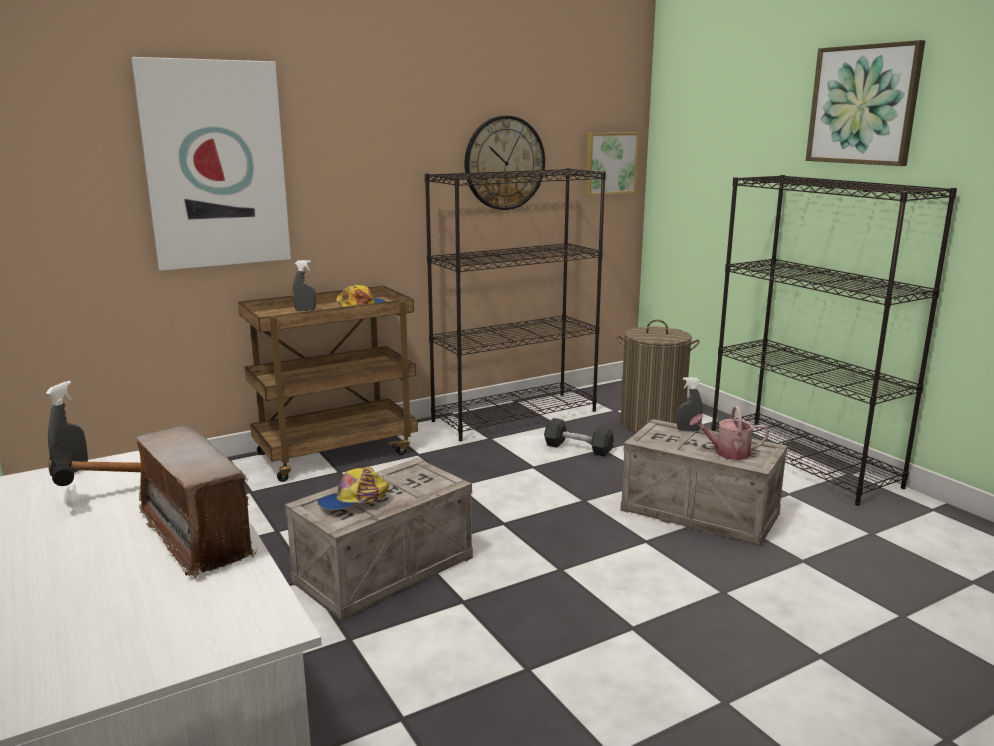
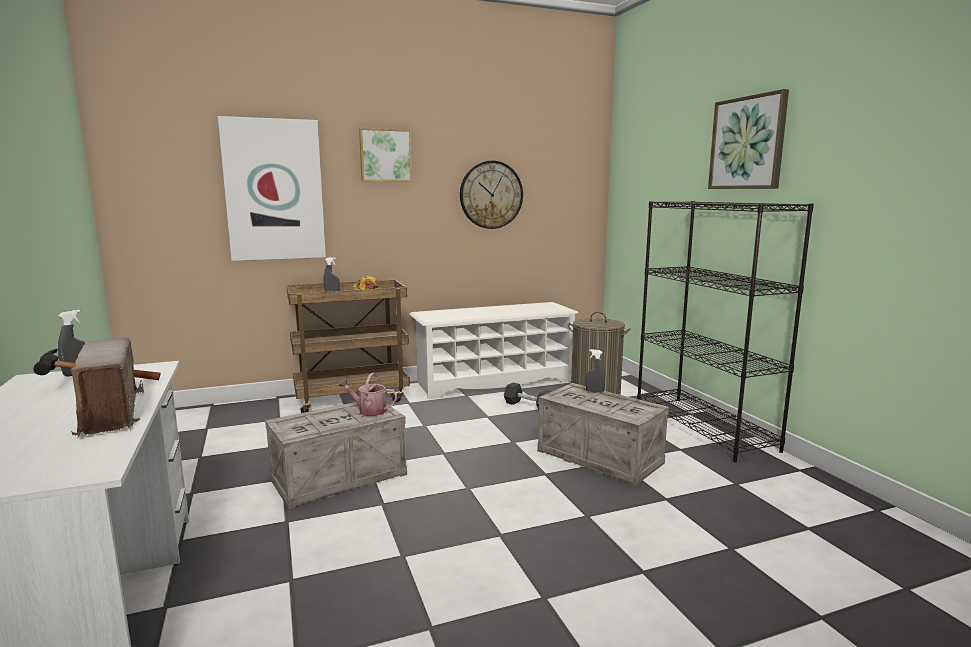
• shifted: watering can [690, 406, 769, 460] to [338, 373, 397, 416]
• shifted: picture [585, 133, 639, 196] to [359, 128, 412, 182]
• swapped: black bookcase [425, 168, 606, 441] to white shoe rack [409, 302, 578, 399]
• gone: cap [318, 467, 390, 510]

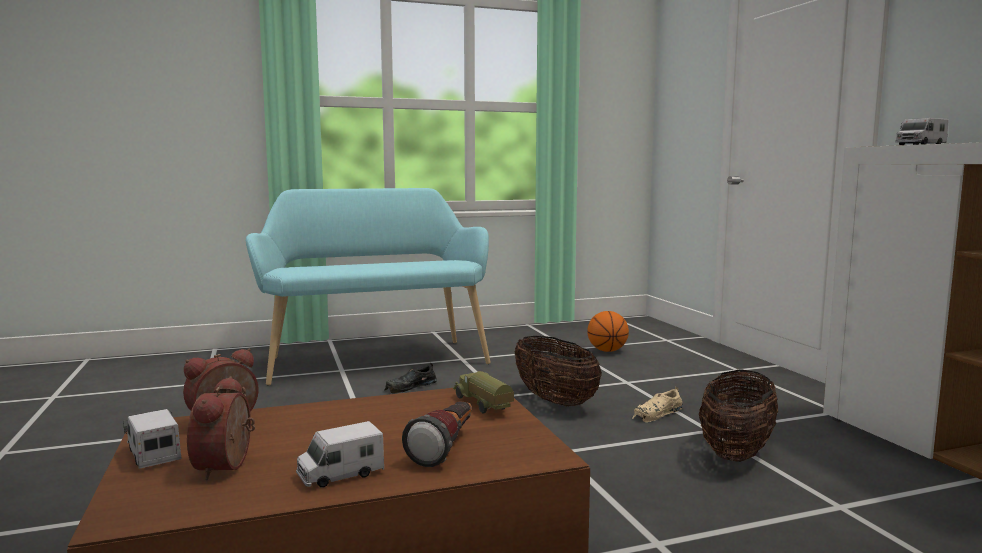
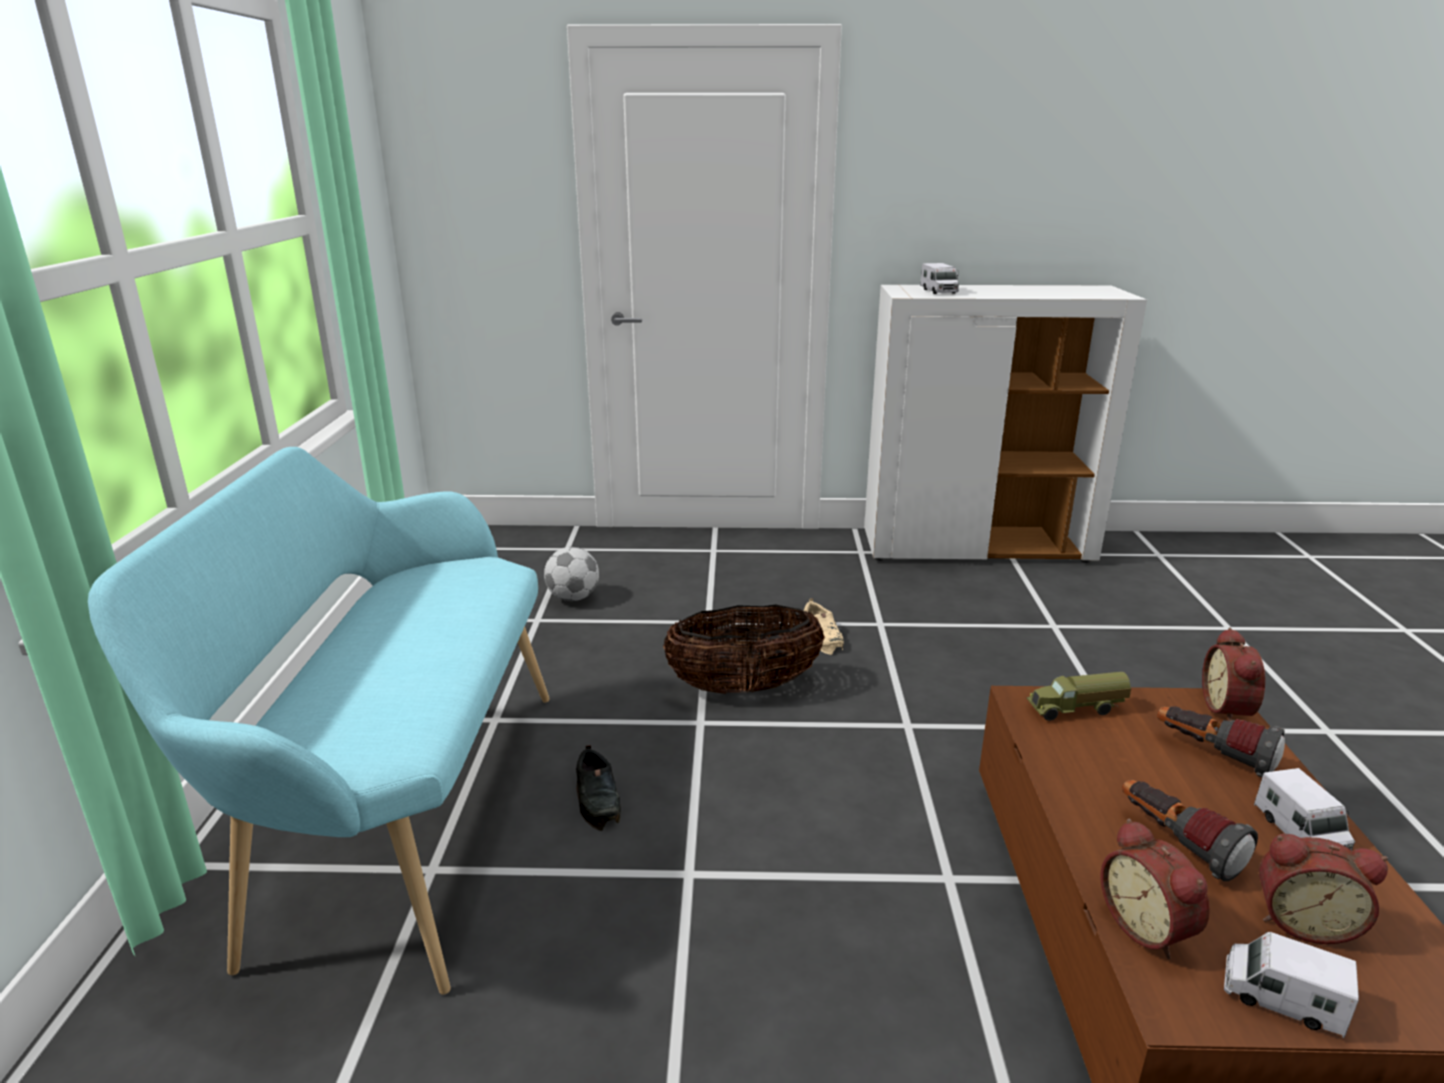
• swapped: basketball [587, 311, 629, 352] to football [544, 547, 599, 601]
• new: flashlight [1122, 780, 1258, 881]
• new: alarm clock [1202, 627, 1265, 722]
• rotated: toy truck [123, 409, 181, 469] = [1224, 932, 1359, 1038] 45 degrees clockwise
• gone: basket [699, 369, 778, 462]

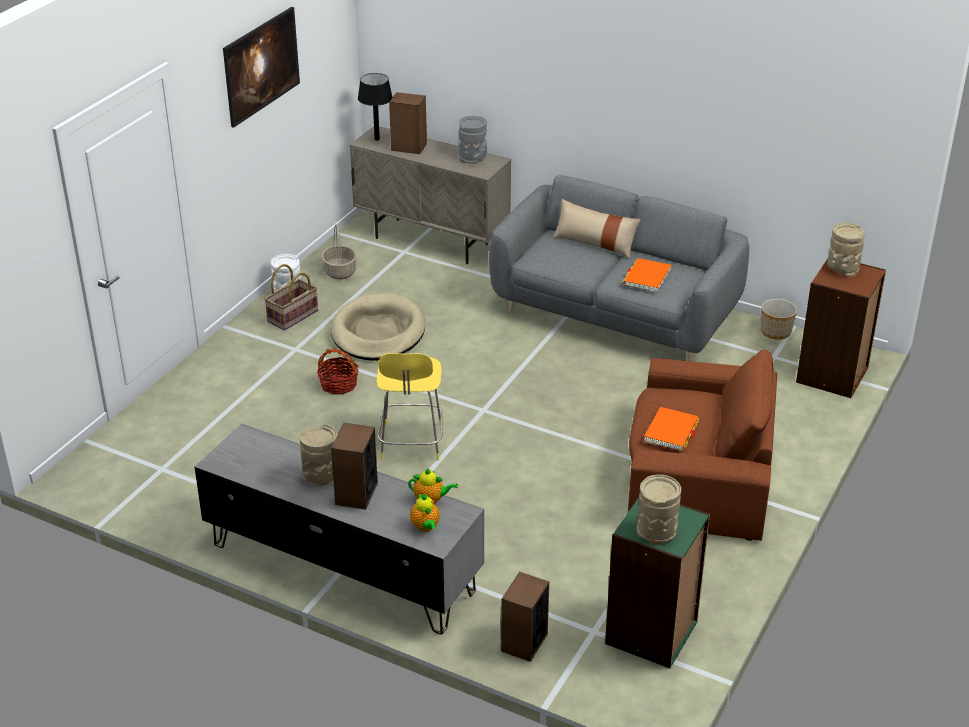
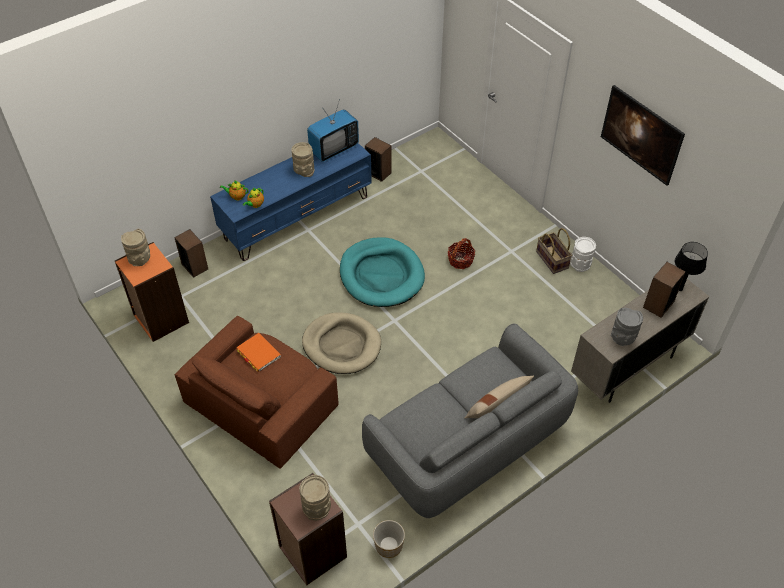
• repainted: green bookcase [605, 497, 710, 668] to orange bookcase [115, 242, 189, 342]
• repainted: grey tv stand [195, 424, 484, 635] to blue tv stand [210, 143, 372, 261]
• shifted: beige dog bed [331, 293, 426, 361] to [302, 312, 381, 374]
• new: television [307, 99, 359, 162]
• swapped: yellow stool [377, 353, 443, 460] to turquoise dog bed [340, 237, 425, 307]
• shifted: speaker [331, 423, 378, 510] to [365, 137, 392, 182]
• gone: basket [321, 225, 357, 280]
• gone: orange book [623, 258, 671, 293]

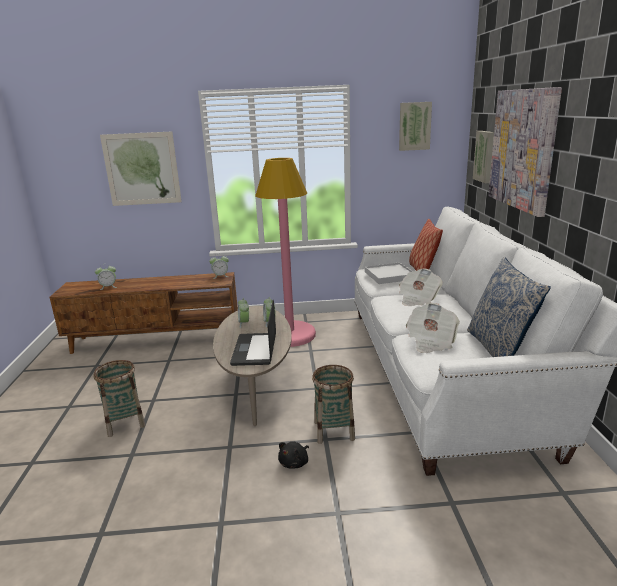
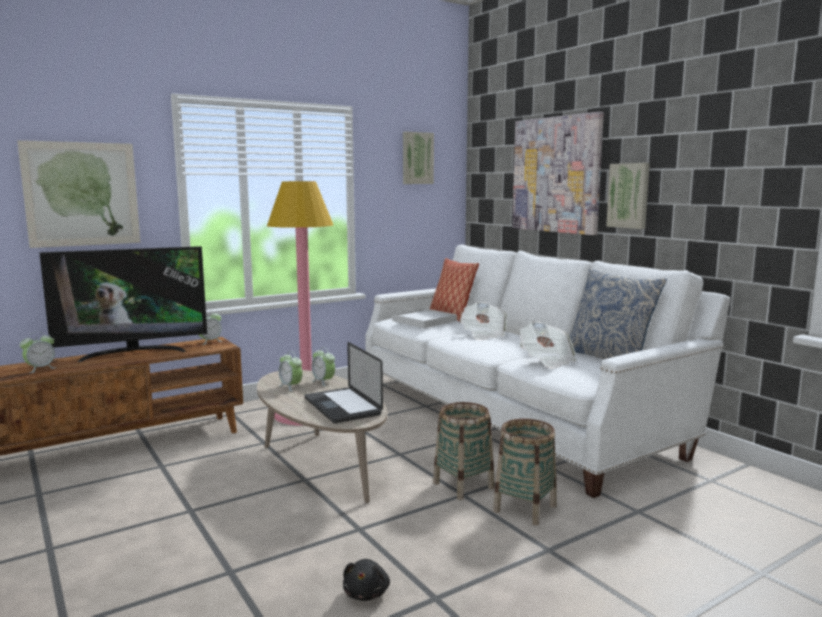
• new: television [40, 246, 207, 362]
• shifted: black plush toy [278, 442, 309, 469] to [343, 559, 390, 601]
• shifted: basket [93, 360, 145, 437] to [493, 419, 557, 525]
• shifted: picture [473, 131, 494, 183] to [606, 163, 650, 229]

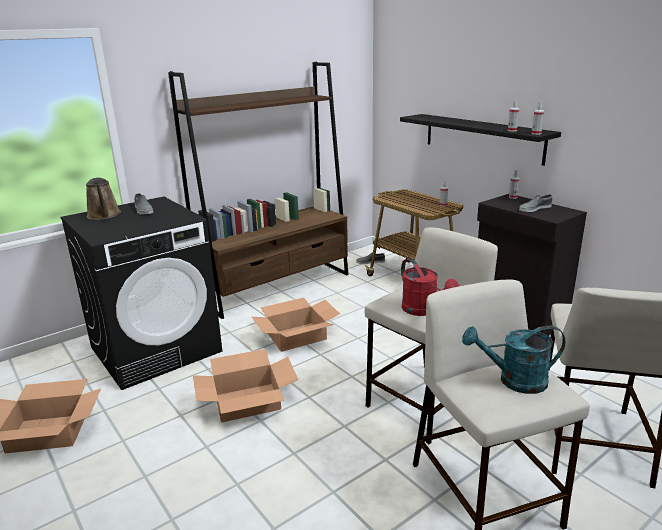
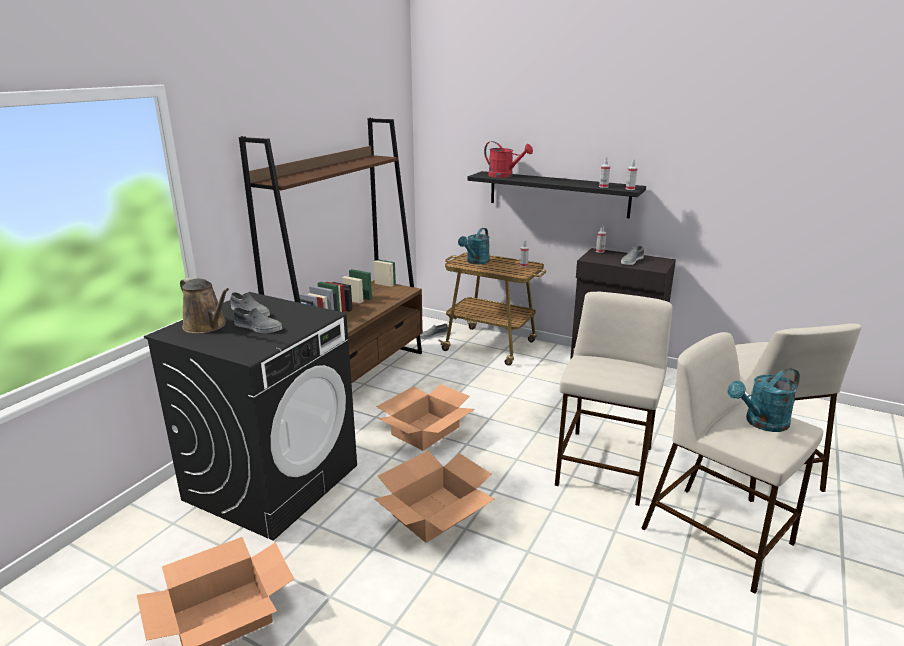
• new: grey shoe [233, 308, 282, 333]
• new: turquoise watering can [458, 228, 490, 264]
• shifted: red watering can [401, 258, 459, 316] to [484, 141, 533, 178]

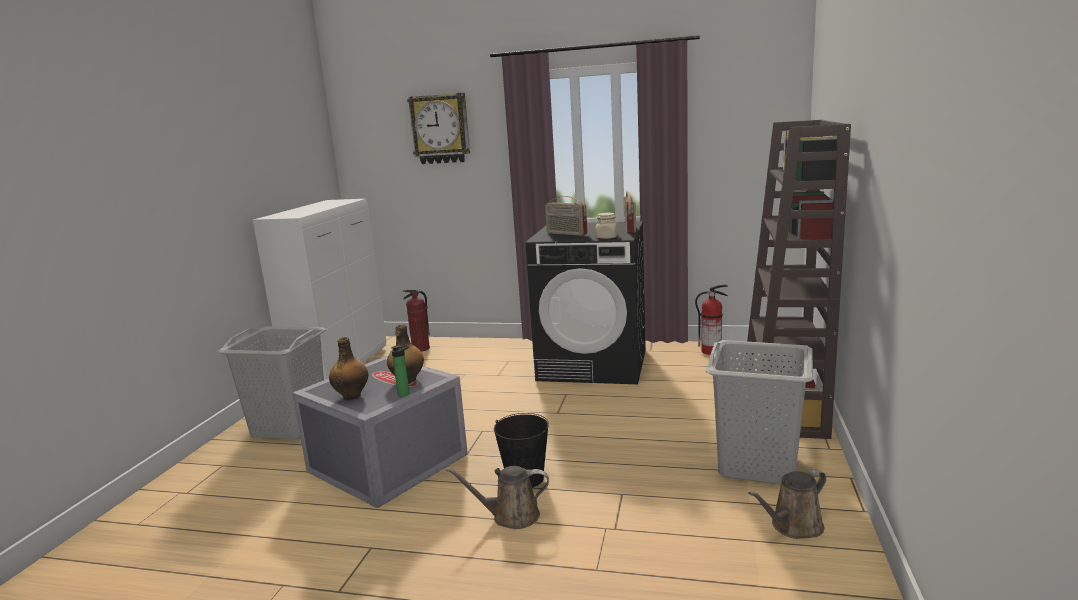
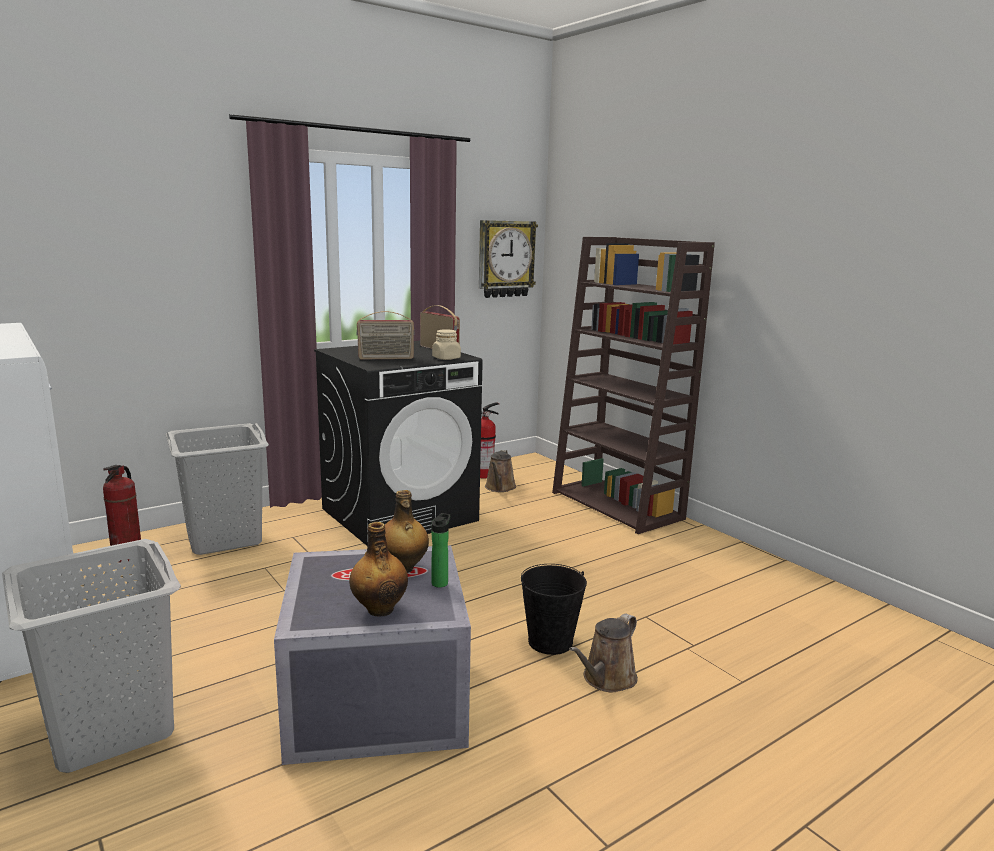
• shifted: grey laundry basket [706, 340, 813, 484] to [166, 423, 269, 555]
• shifted: wall clock [407, 93, 470, 164] to [479, 220, 538, 298]
• shifted: brown watering can [748, 469, 826, 539] to [485, 450, 516, 492]

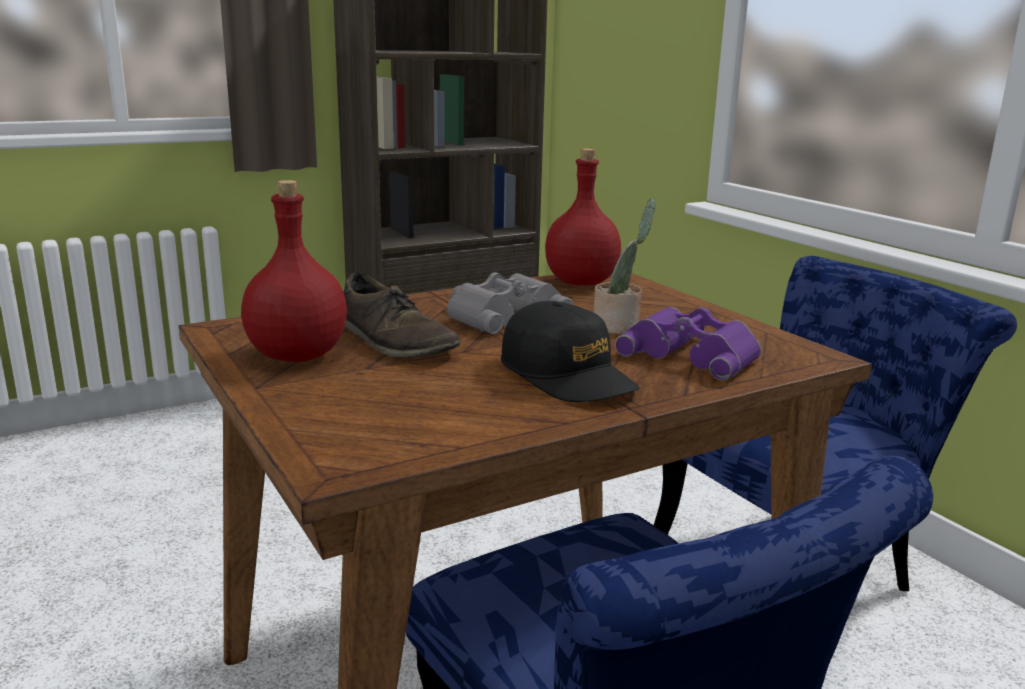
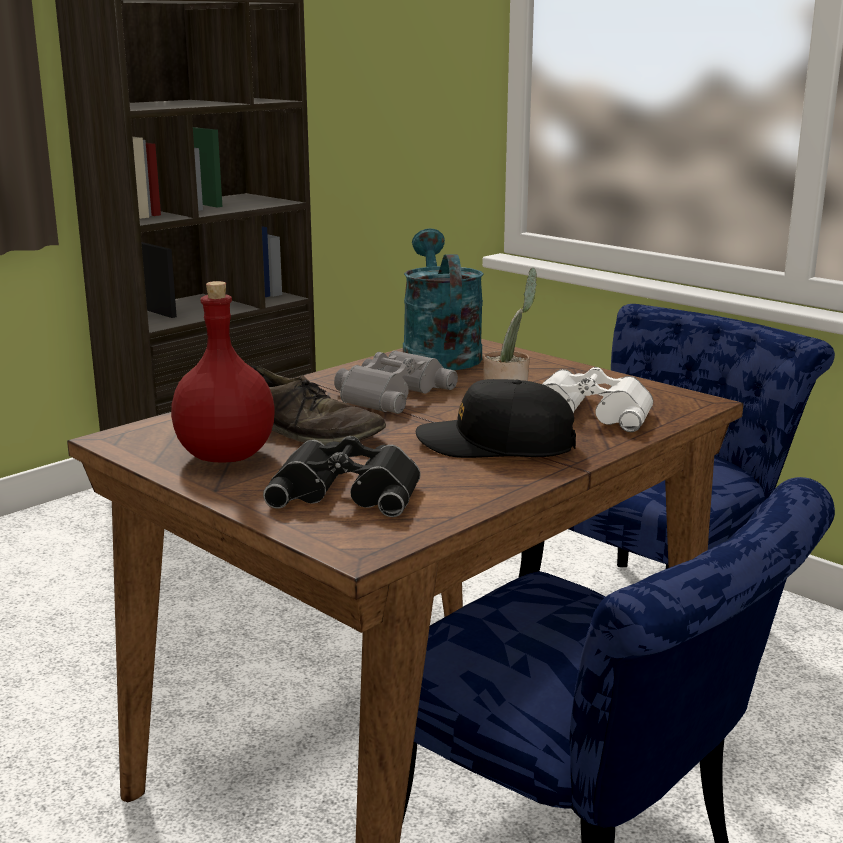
• new: black binoculars [263, 436, 420, 517]
• swapped: red bottle [545, 148, 621, 286] to turquoise watering can [403, 228, 484, 370]
• rotated: black cap [501, 301, 639, 402] = [416, 379, 576, 458] 150 degrees clockwise
• repainted: purple binoculars [615, 307, 761, 381] to white binoculars [542, 367, 653, 432]

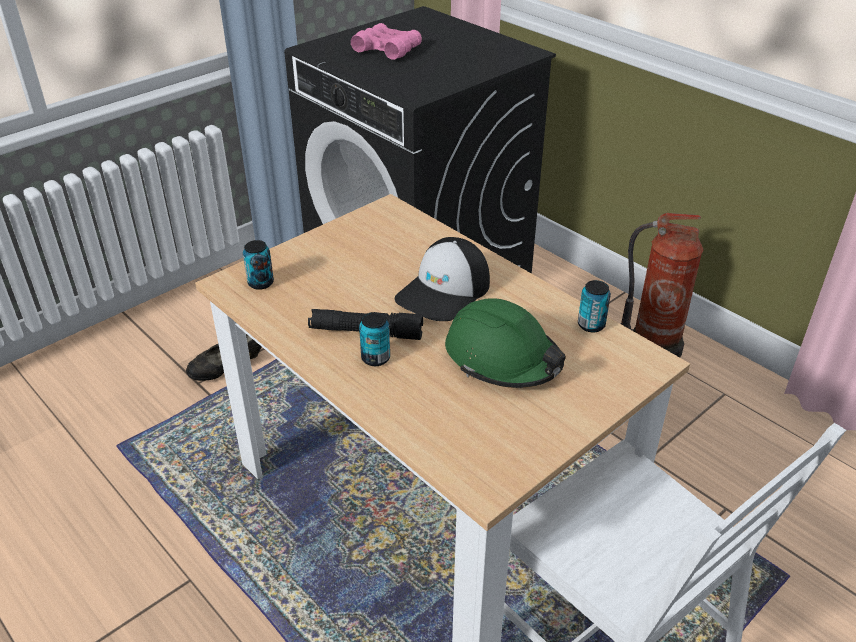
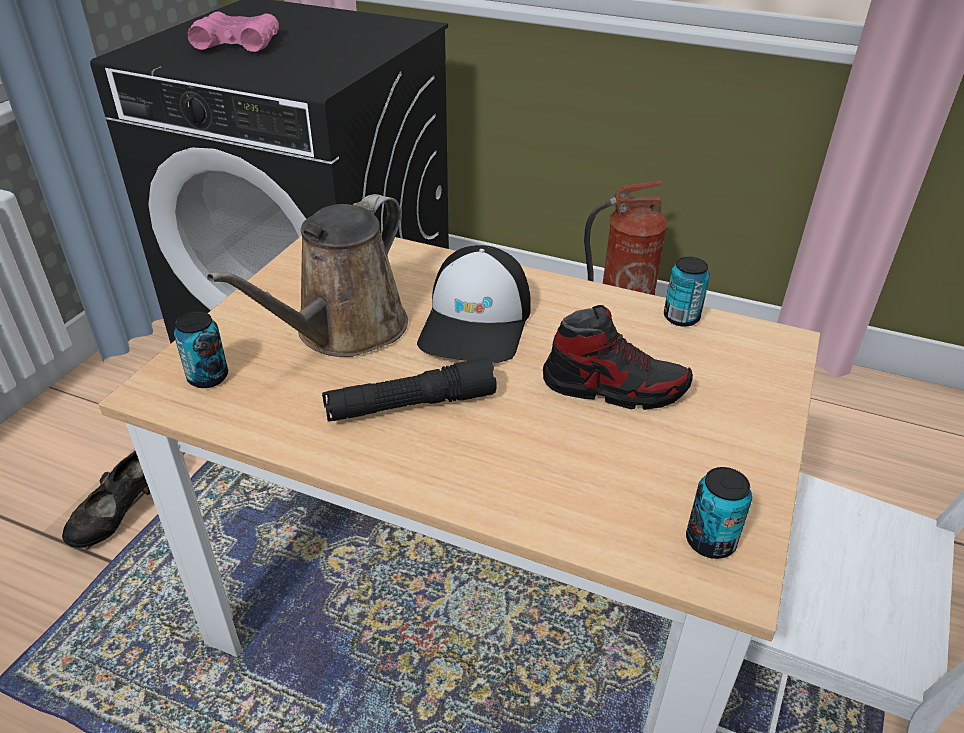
• new: brown watering can [207, 194, 408, 357]
• swapped: green hard hat [445, 298, 566, 388] to shoe [543, 305, 693, 410]
• shifted: can [359, 312, 390, 366] to [686, 467, 752, 559]

